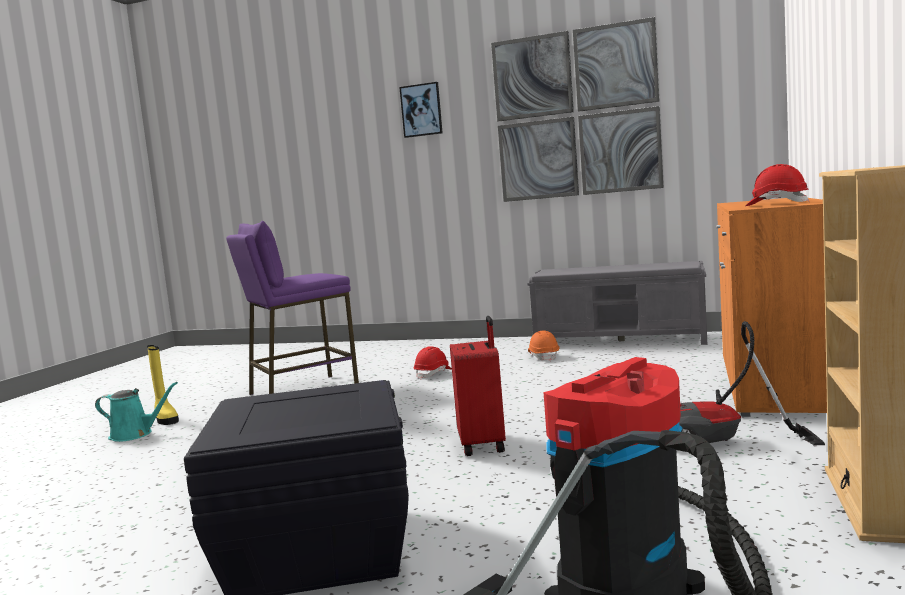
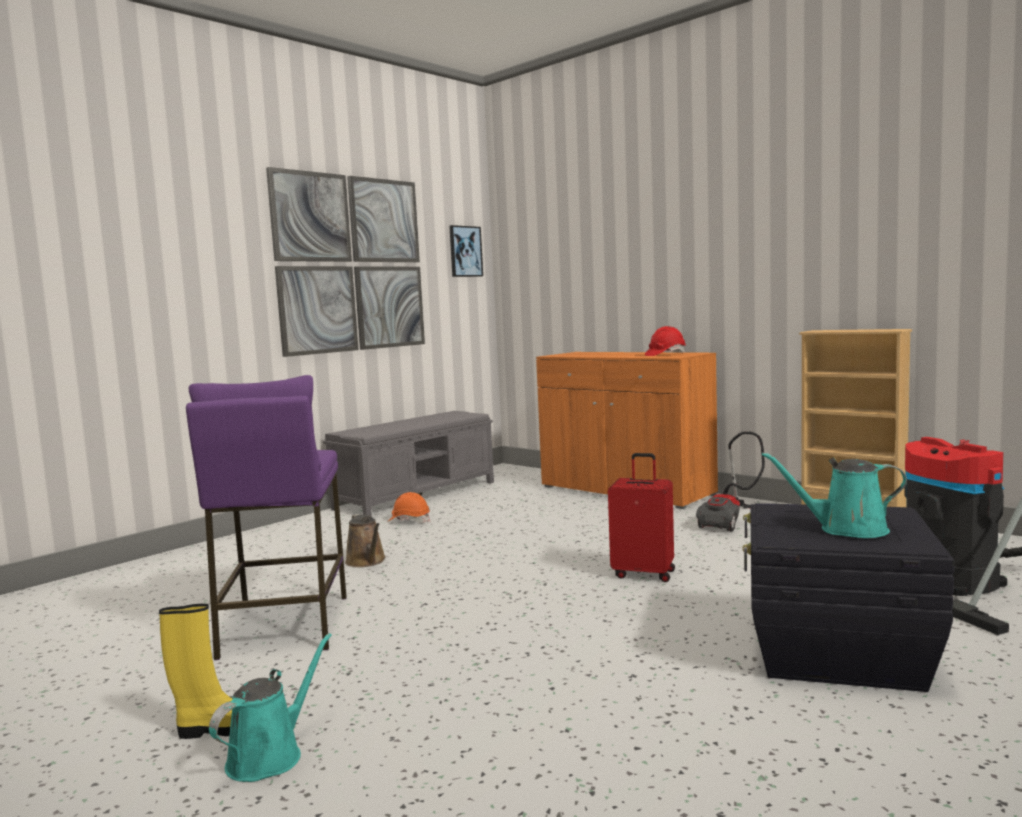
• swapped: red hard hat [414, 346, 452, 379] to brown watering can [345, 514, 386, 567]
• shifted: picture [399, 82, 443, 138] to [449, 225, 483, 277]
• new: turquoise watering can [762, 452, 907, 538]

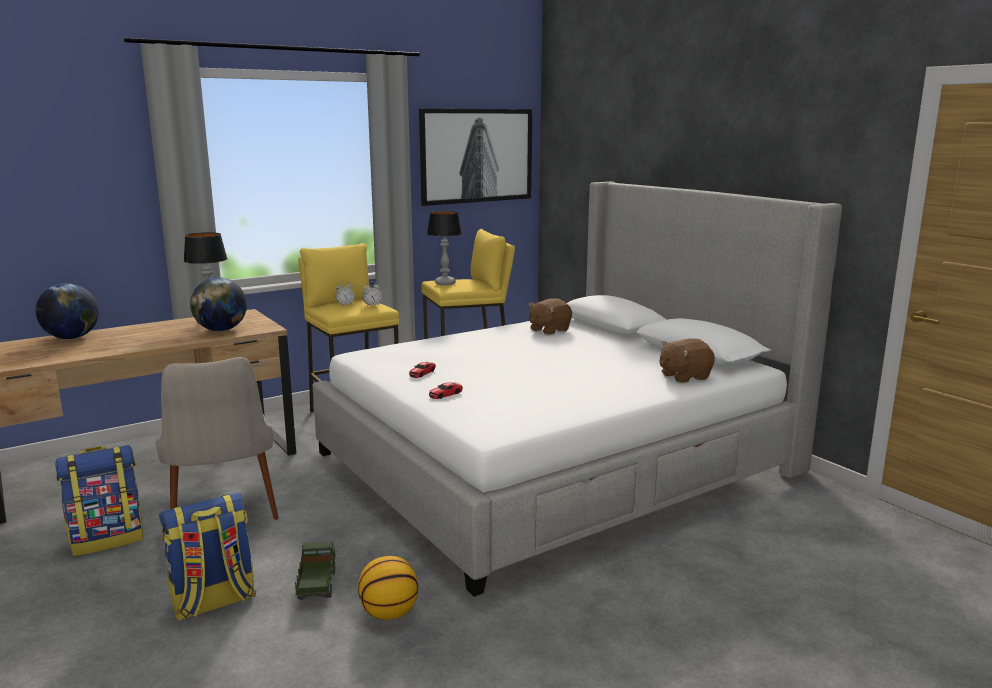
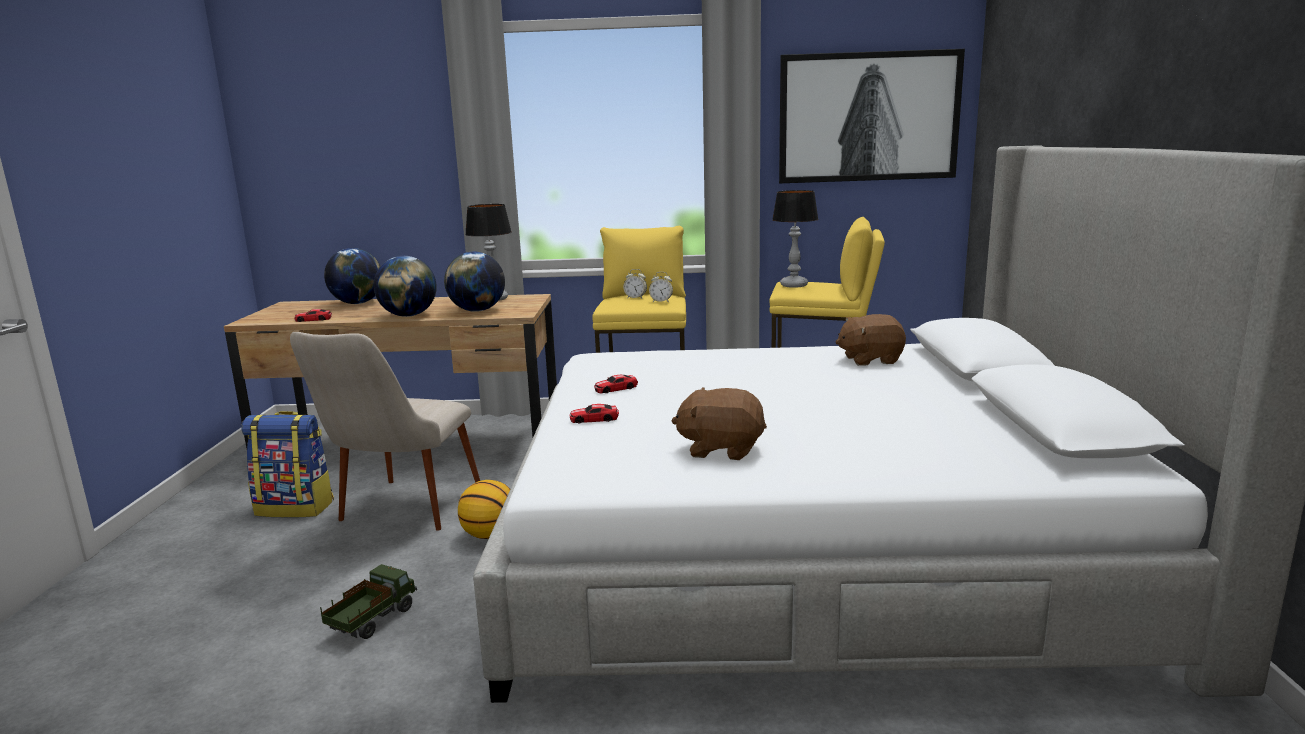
• new: toy car [294, 309, 332, 322]
• new: globe [374, 256, 437, 317]
• shifted: basketball [358, 556, 418, 620] to [458, 480, 510, 539]
• shifted: brown plush toy [659, 338, 715, 383] to [672, 387, 767, 460]
• gone: backpack [159, 493, 256, 621]

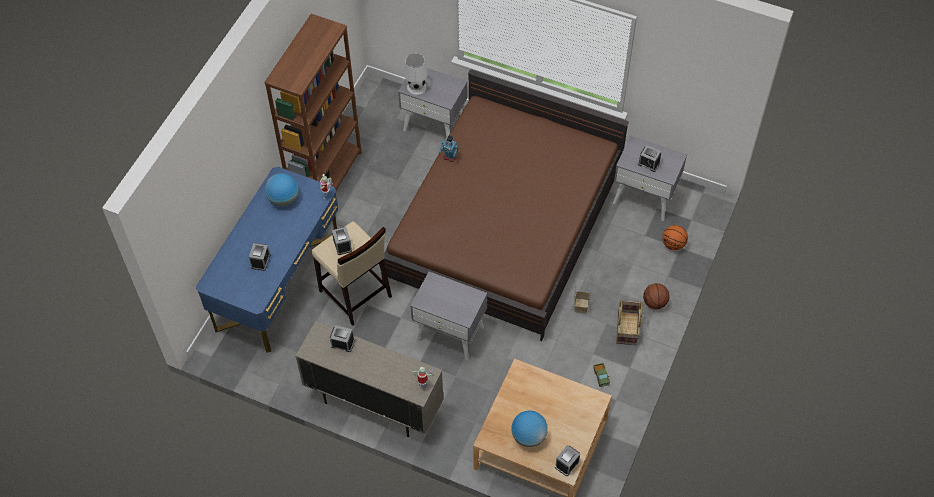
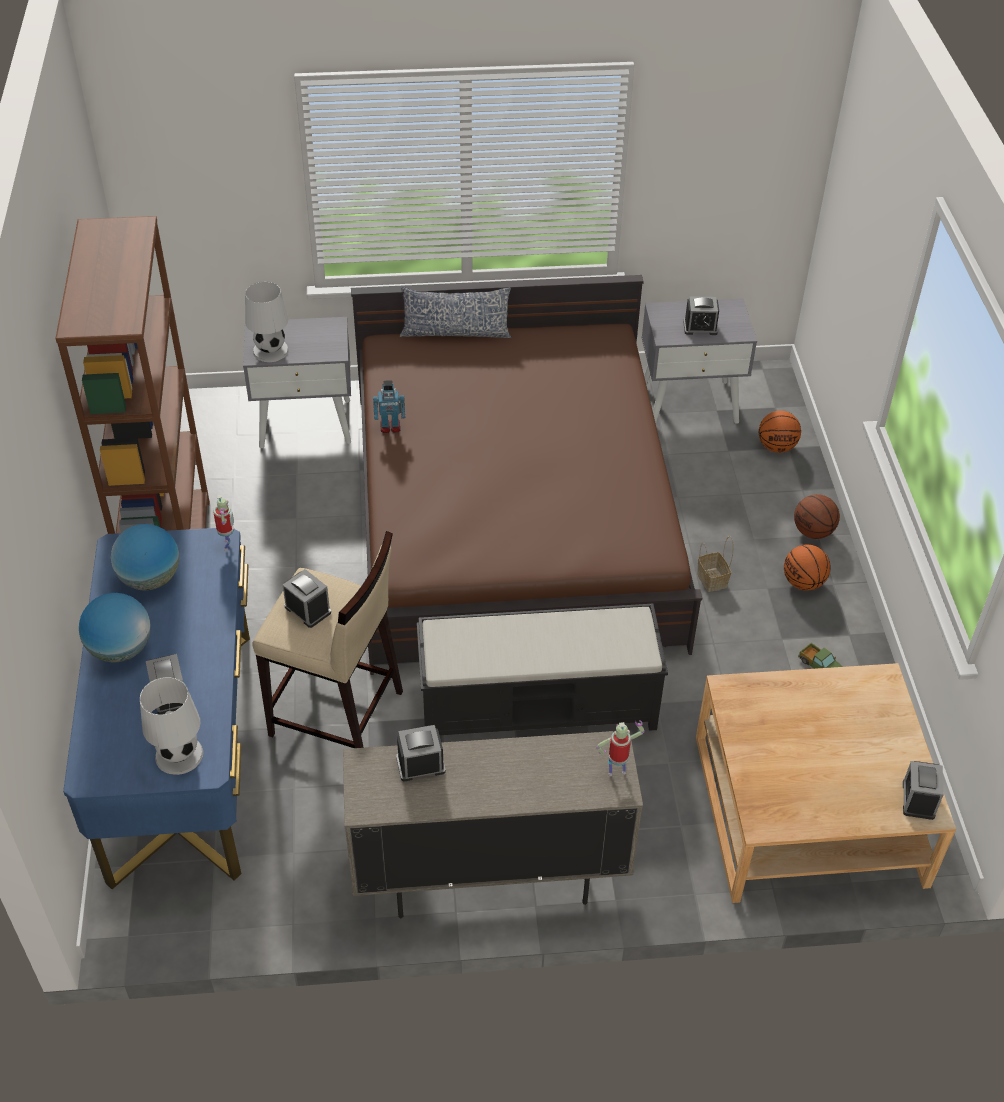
• shifted: globe [511, 411, 548, 447] to [79, 593, 151, 662]
• new: white table lamp [140, 677, 203, 775]
• new: pillow [399, 287, 511, 338]
• swapped: grey nightstand [410, 272, 487, 361] to black bench [417, 604, 668, 735]
• swapped: basket [616, 300, 643, 345] to basketball [784, 545, 831, 590]

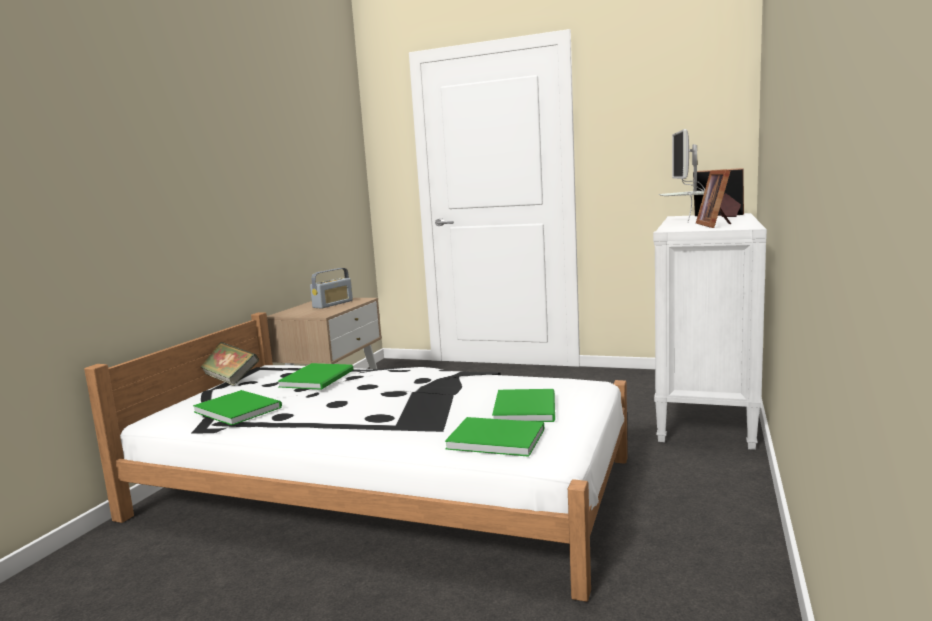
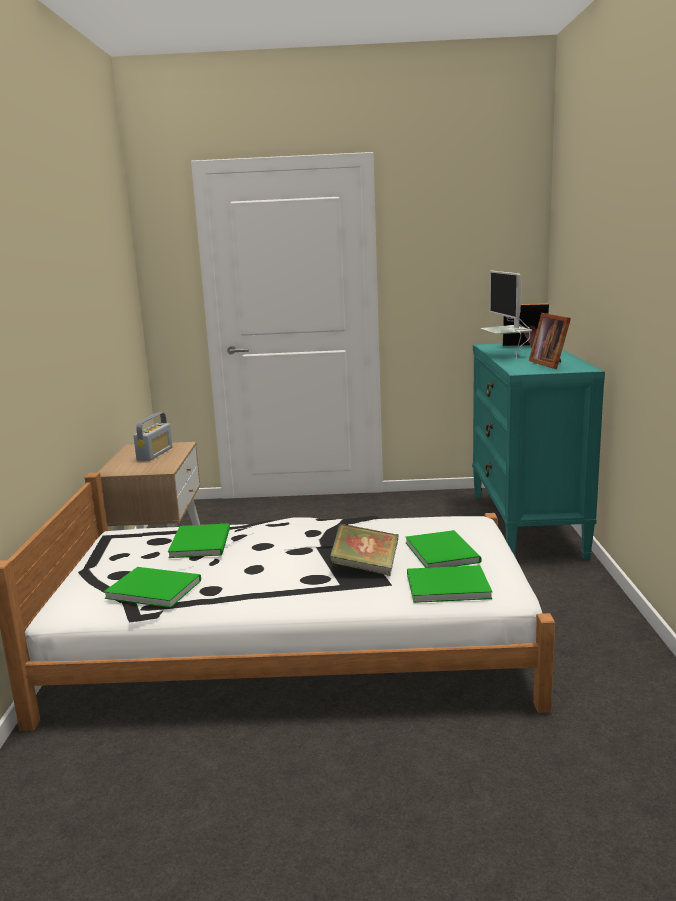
• shifted: book [201, 342, 259, 386] to [329, 523, 399, 576]
• repainted: white dresser [653, 213, 767, 450] to turquoise dresser [472, 343, 605, 560]

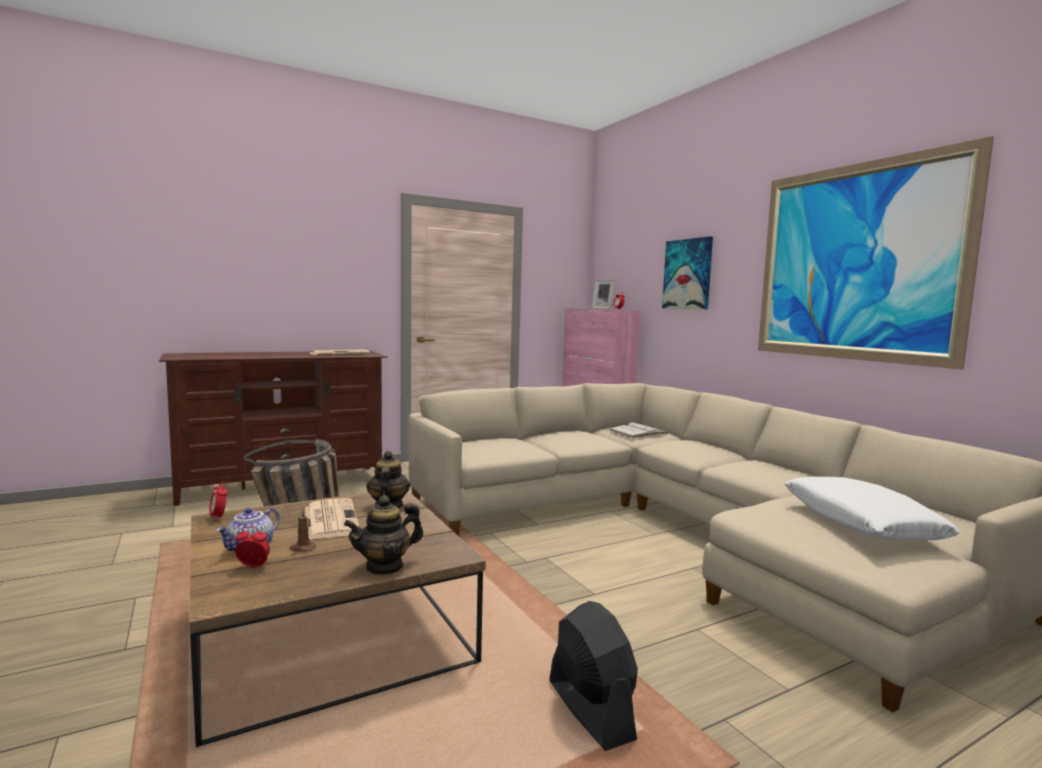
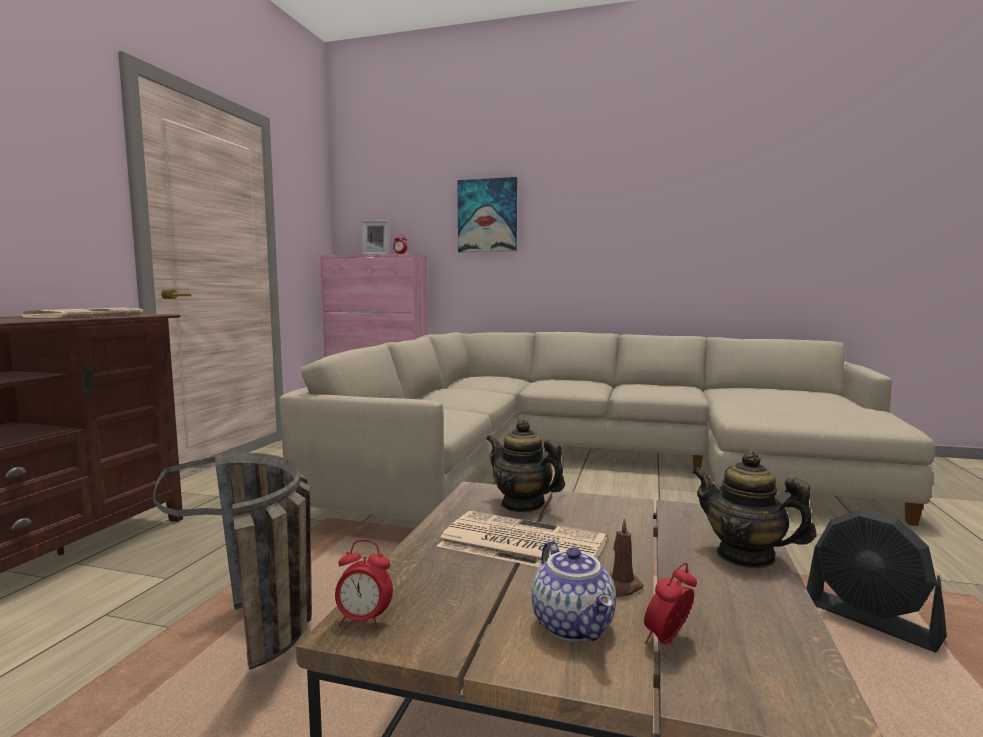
• rotated: teapot [344, 495, 423, 575] = [692, 451, 816, 568] 120 degrees clockwise
• rotated: black fan [549, 601, 638, 751] = [806, 509, 947, 653] 150 degrees counterclockwise
• gone: white book [610, 423, 669, 438]
• gone: picture [758, 136, 994, 370]
• gone: white pillow [785, 477, 961, 540]

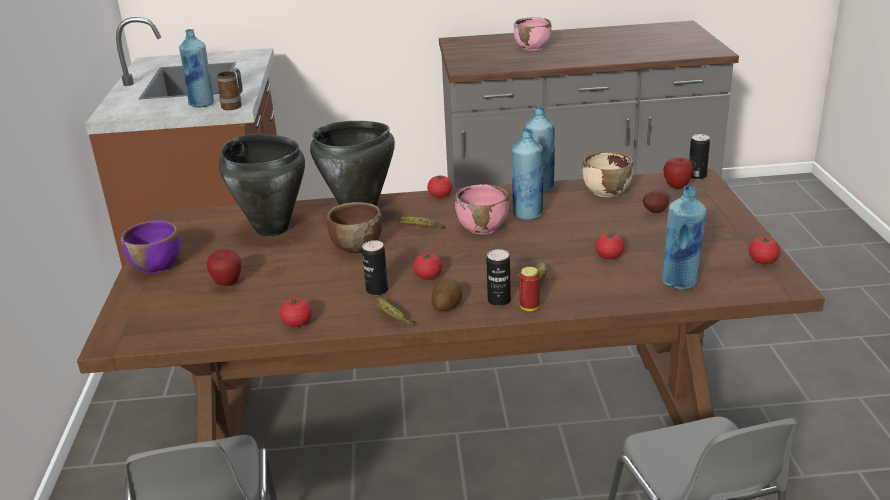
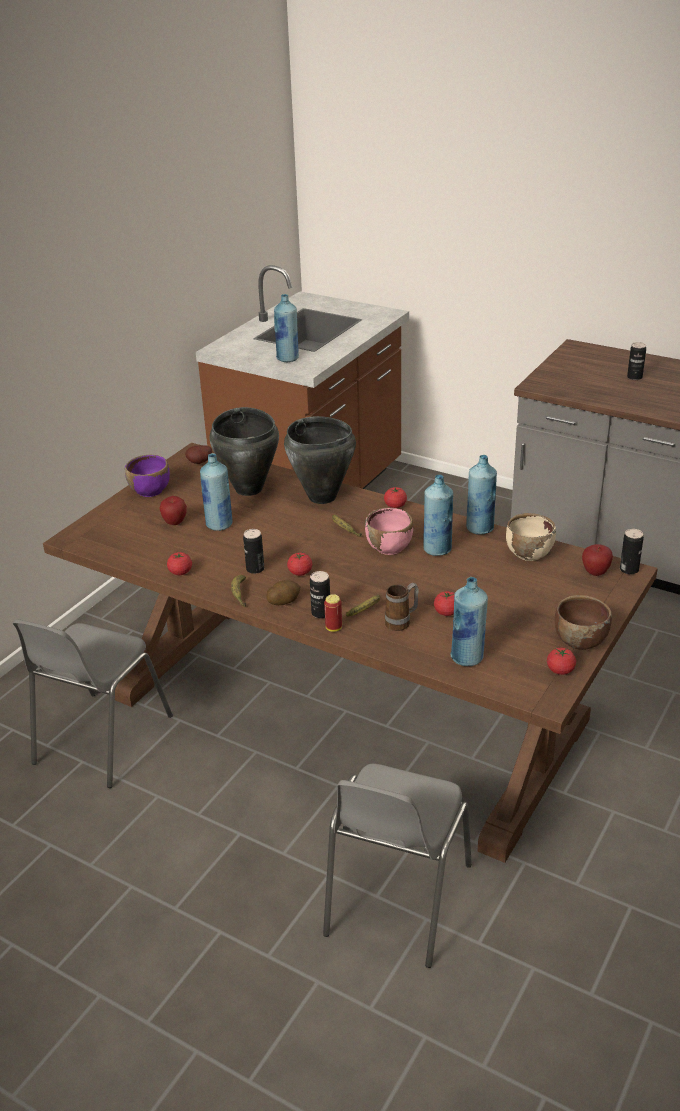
• shifted: potato [643, 189, 669, 213] to [185, 445, 212, 464]
• new: blue bottle [200, 453, 232, 531]
• shifted: mug [217, 68, 243, 110] to [385, 583, 419, 631]
• shifted: brown bowl [327, 202, 382, 254] to [554, 595, 612, 650]
• swapped: pink bowl [514, 17, 551, 51] to can [627, 342, 646, 380]

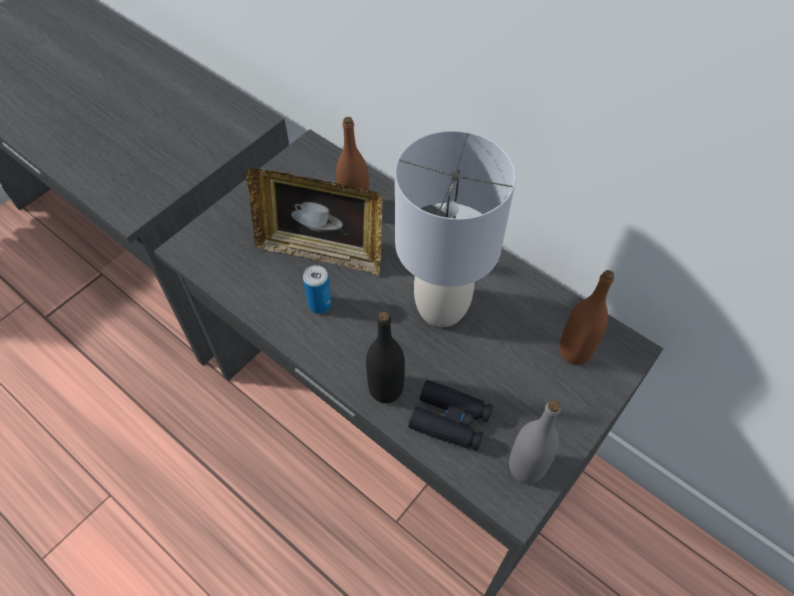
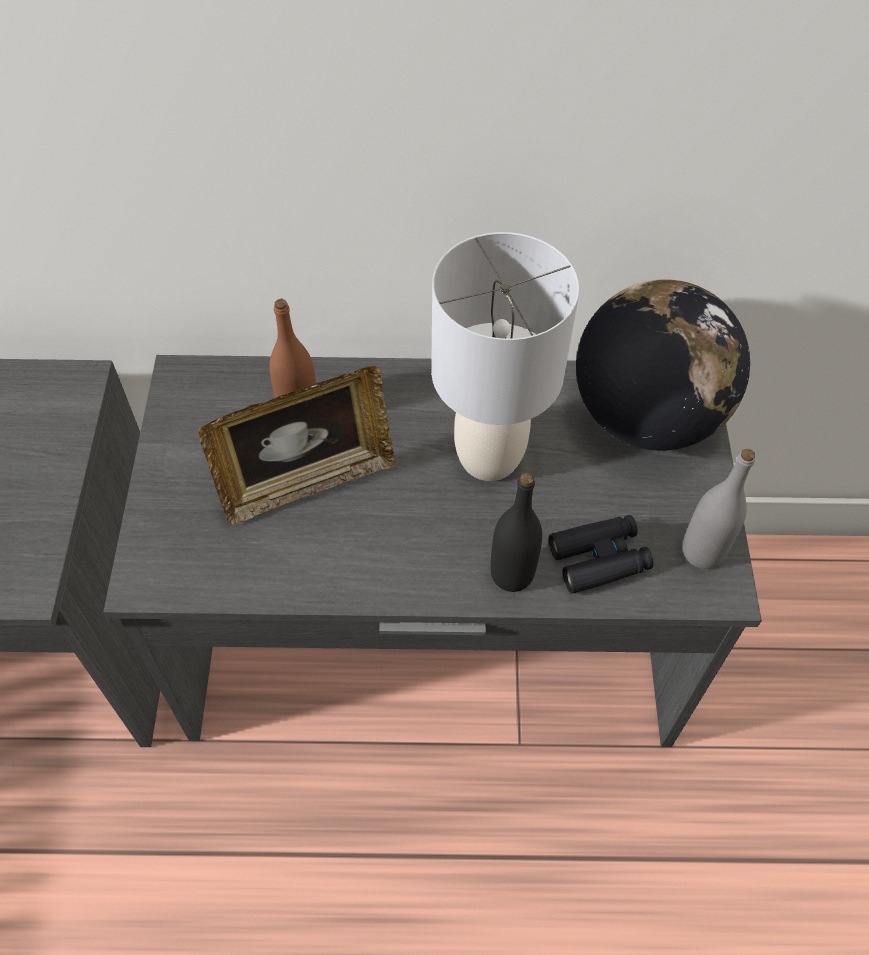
• swapped: brown bottle [559, 270, 614, 365] to globe [576, 279, 750, 451]
• gone: can [303, 265, 332, 314]

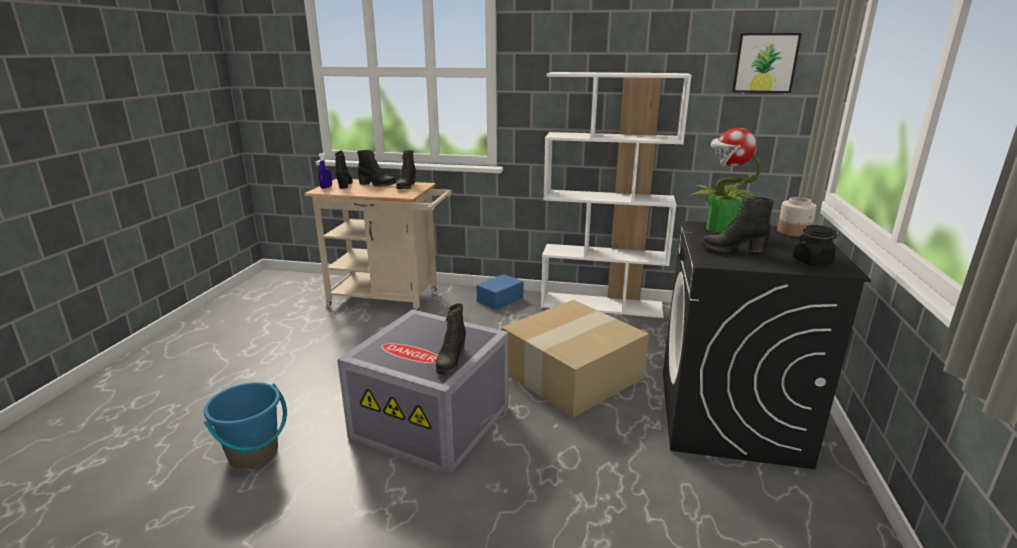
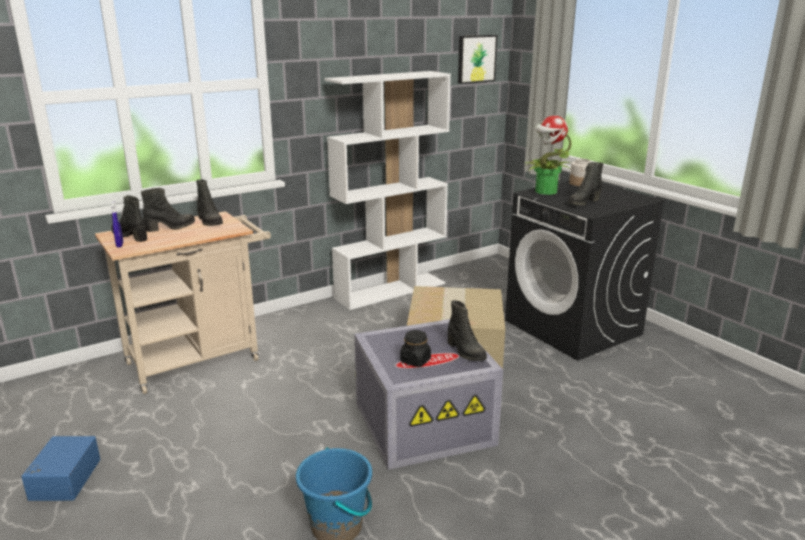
• shifted: blue storage box [476, 274, 523, 310] to [21, 436, 100, 501]
• shifted: black jar [793, 225, 837, 265] to [400, 330, 431, 367]

